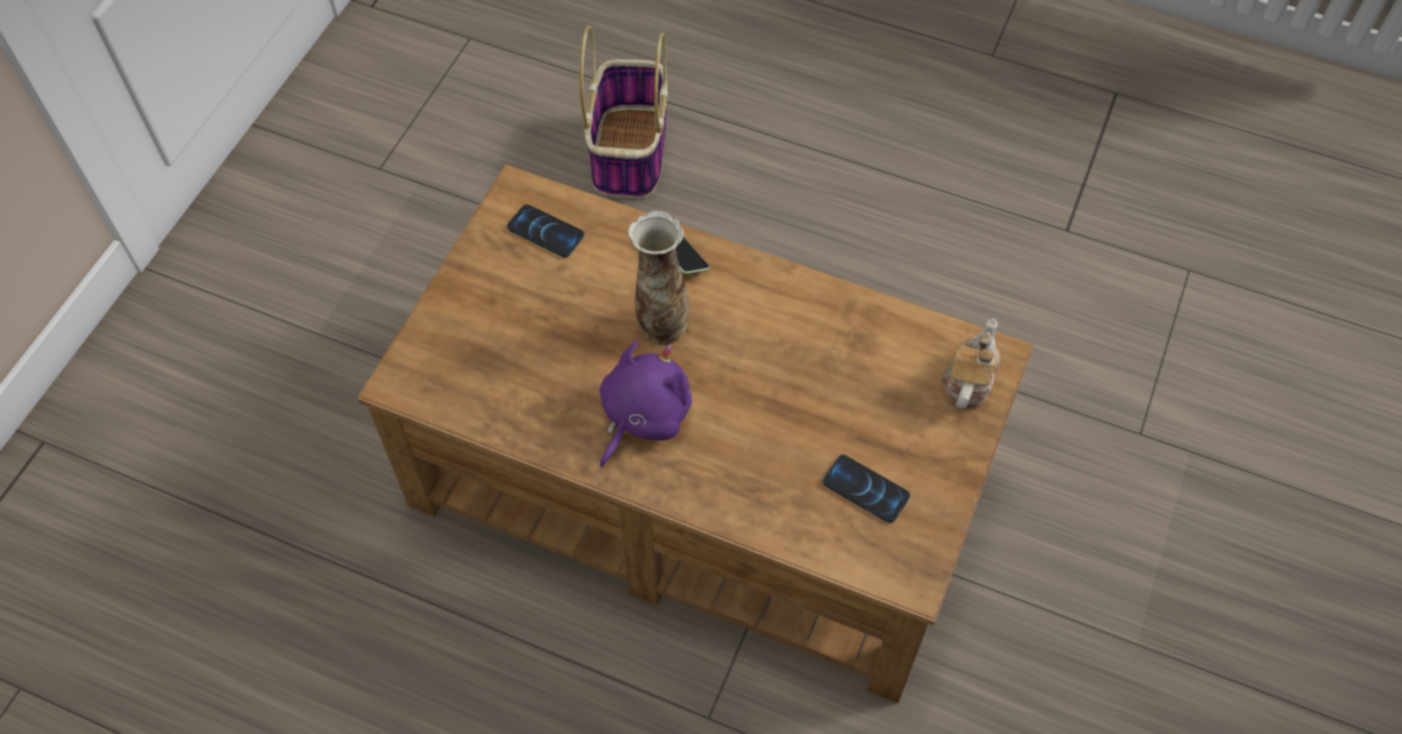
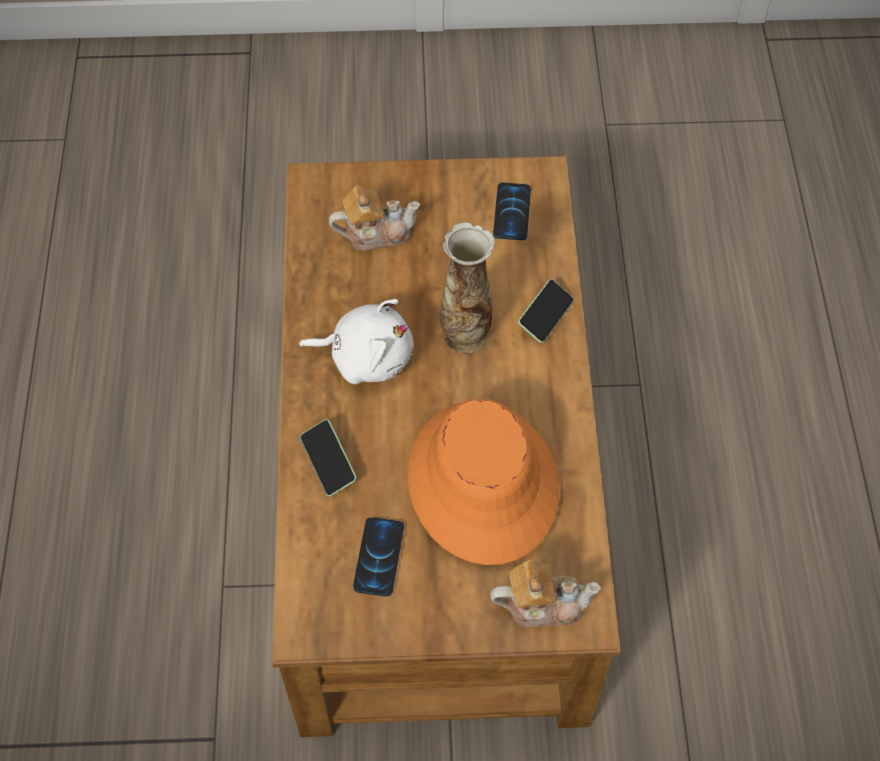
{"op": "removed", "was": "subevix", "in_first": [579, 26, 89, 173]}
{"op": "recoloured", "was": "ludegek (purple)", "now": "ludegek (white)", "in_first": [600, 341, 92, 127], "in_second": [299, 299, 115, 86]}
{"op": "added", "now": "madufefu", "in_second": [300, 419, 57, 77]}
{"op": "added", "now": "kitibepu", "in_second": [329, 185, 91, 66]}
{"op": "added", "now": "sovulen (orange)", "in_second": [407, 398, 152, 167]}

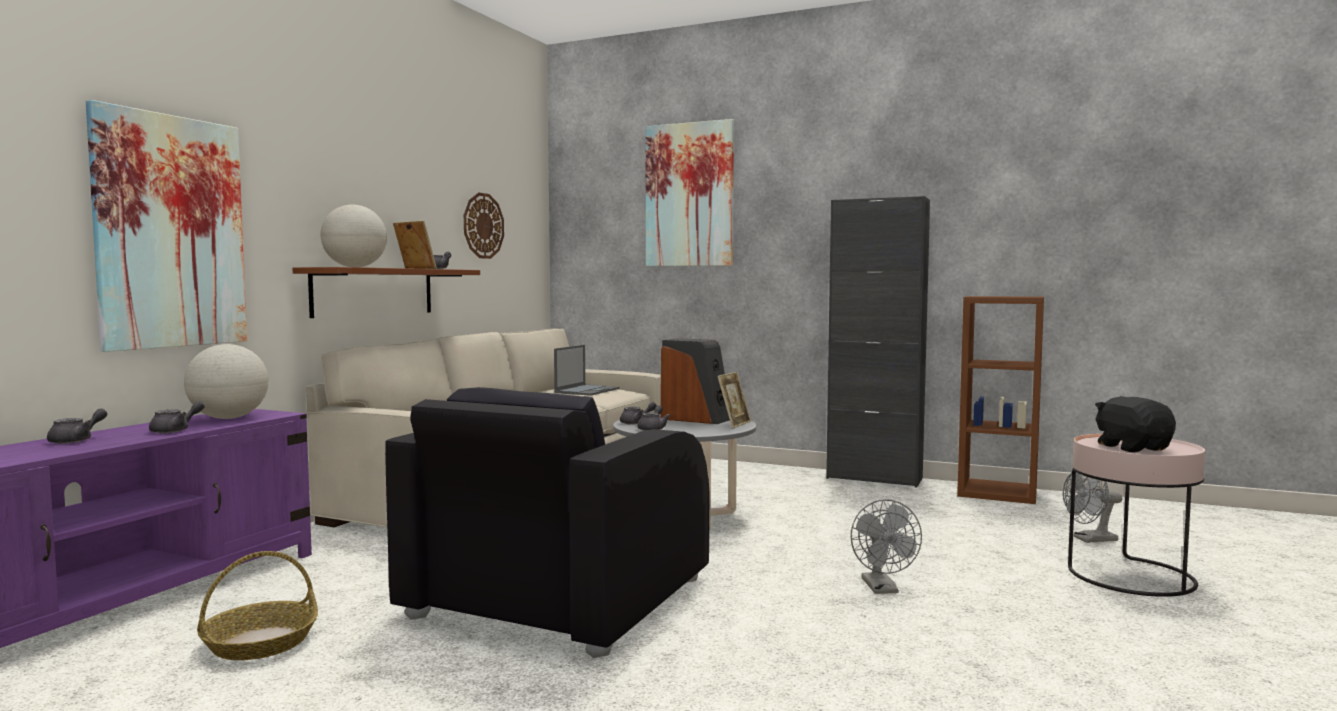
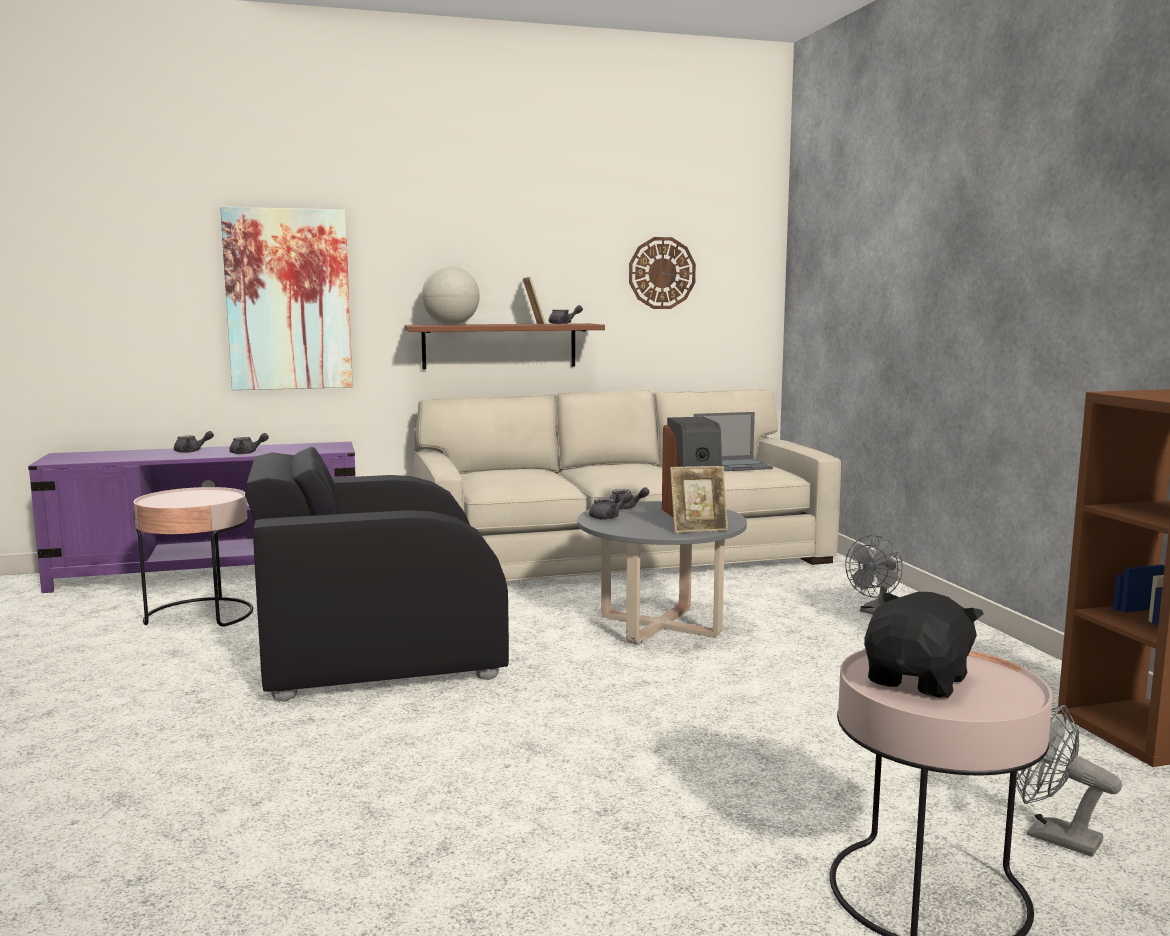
{"op": "removed", "was": "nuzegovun", "in_first": [184, 344, 85, 75]}
{"op": "replaced", "was": "subevix", "now": "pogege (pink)", "in_first": [197, 551, 121, 109], "in_second": [133, 487, 120, 140]}
{"op": "removed", "was": "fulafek", "in_first": [645, 119, 89, 147]}
{"op": "removed", "was": "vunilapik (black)", "in_first": [826, 196, 104, 291]}
{"op": "moved", "was": "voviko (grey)", "in_first": [851, 499, 71, 95], "in_second": [845, 535, 58, 79]}

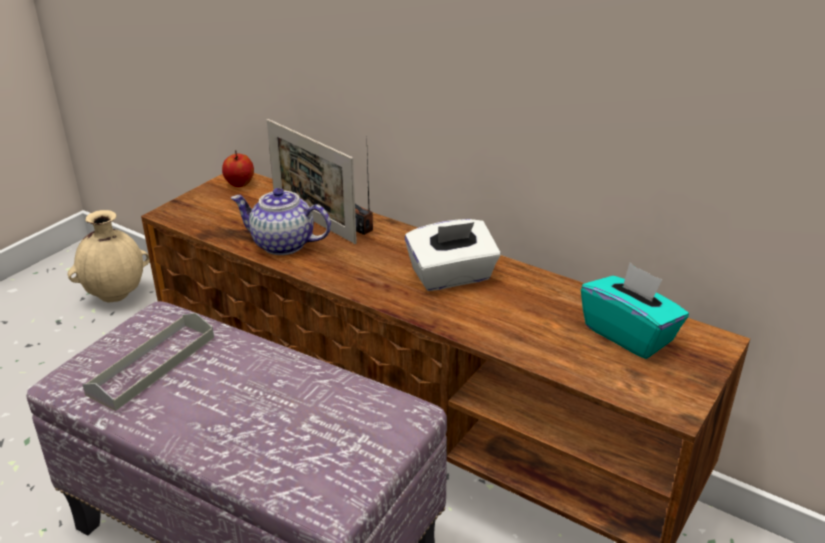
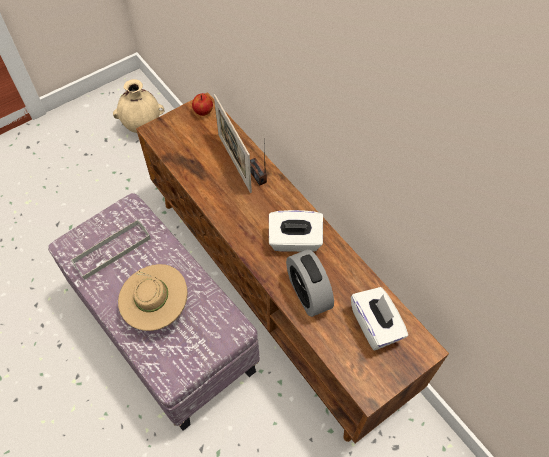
{"op": "removed", "was": "kitibepu", "in_first": [231, 188, 100, 67]}
{"op": "recoloured", "was": "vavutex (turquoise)", "now": "vavutex (white)", "in_first": [581, 263, 108, 96], "in_second": [351, 287, 57, 63]}
{"op": "added", "now": "sovulen (beige)", "in_second": [118, 264, 70, 67]}
{"op": "added", "now": "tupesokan", "in_second": [286, 249, 48, 68]}

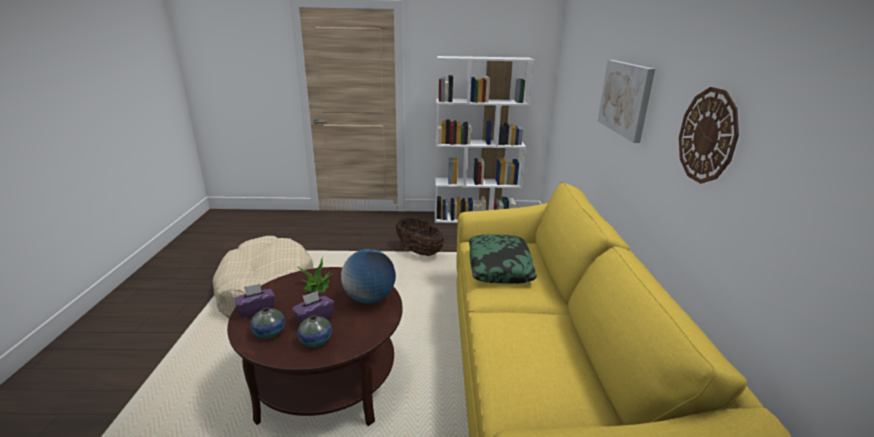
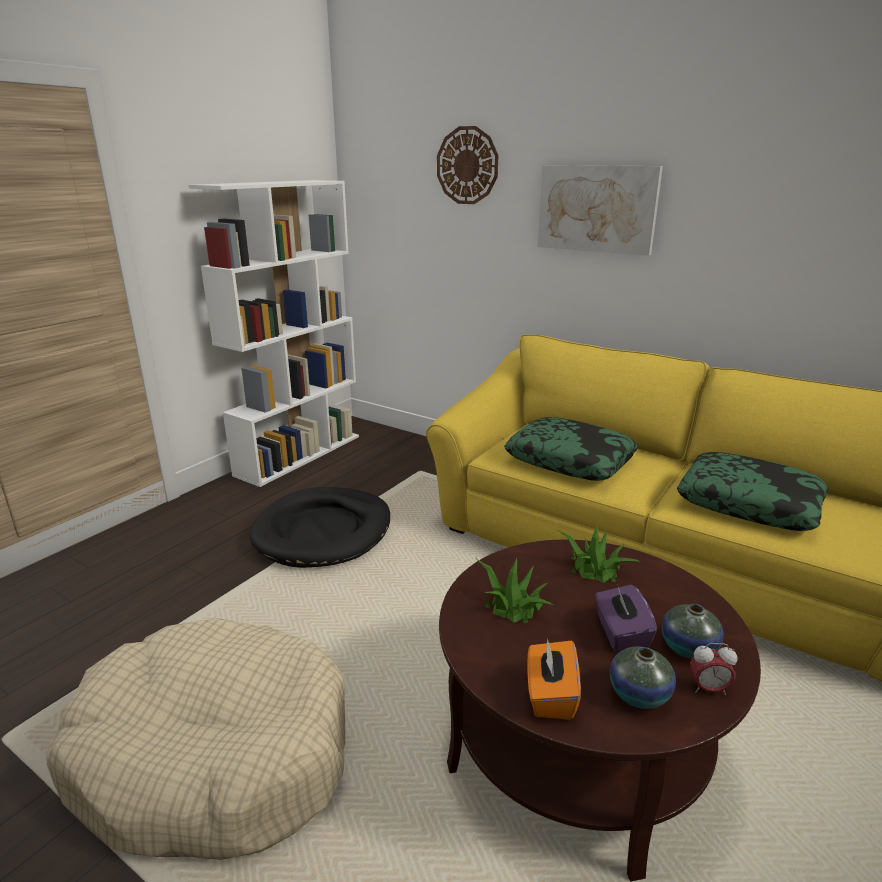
{"op": "recoloured", "was": "vavutex (purple)", "now": "vavutex (orange)", "in_first": [235, 283, 40, 35], "in_second": [528, 638, 53, 82]}
{"op": "replaced", "was": "nuzegovun", "now": "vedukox", "in_first": [341, 249, 55, 55], "in_second": [557, 524, 84, 59]}
{"op": "replaced", "was": "subevix", "now": "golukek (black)", "in_first": [396, 218, 48, 38], "in_second": [249, 487, 141, 81]}
{"op": "moved", "was": "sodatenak", "in_first": [679, 87, 60, 97], "in_second": [437, 126, 61, 78]}
{"op": "added", "now": "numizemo", "in_second": [677, 452, 151, 79]}
{"op": "added", "now": "tupesokan", "in_second": [690, 643, 47, 52]}

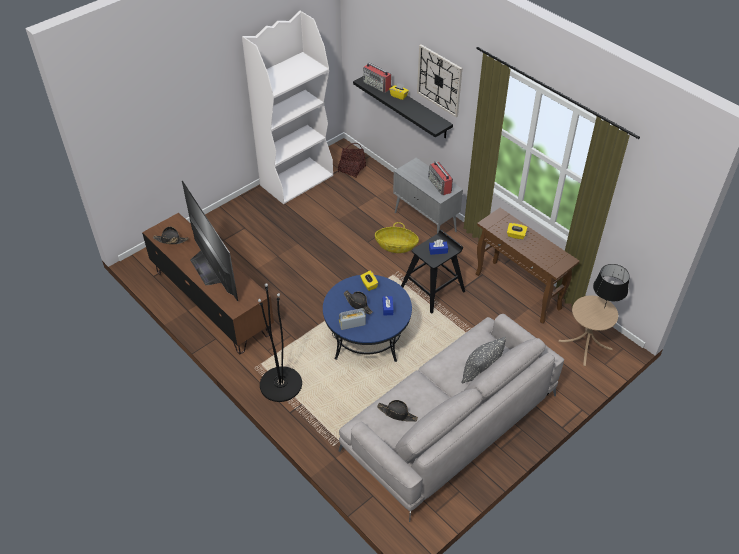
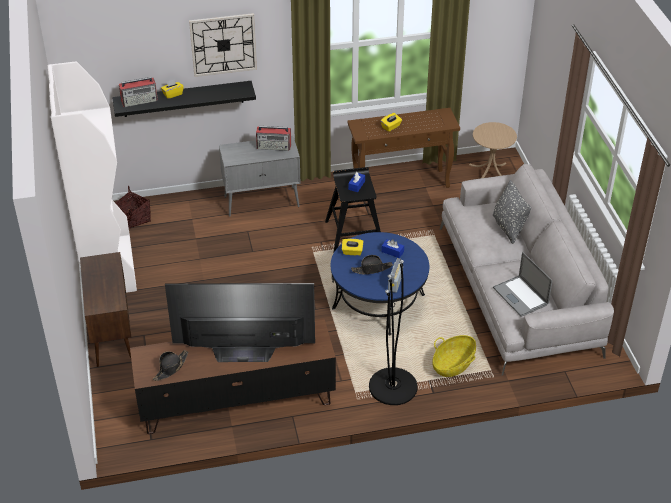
{"op": "moved", "was": "subevix", "in_first": [375, 222, 44, 31], "in_second": [432, 335, 44, 42]}
{"op": "replaced", "was": "sovulen (black)", "now": "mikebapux", "in_first": [377, 400, 41, 22], "in_second": [493, 252, 59, 65]}
{"op": "removed", "was": "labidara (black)", "in_first": [593, 264, 37, 45]}
{"op": "added", "now": "vunilapik (brown)", "in_second": [80, 252, 51, 115]}

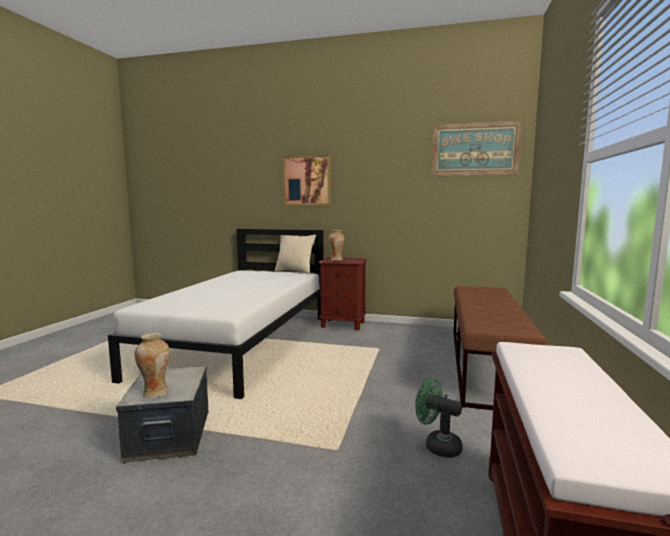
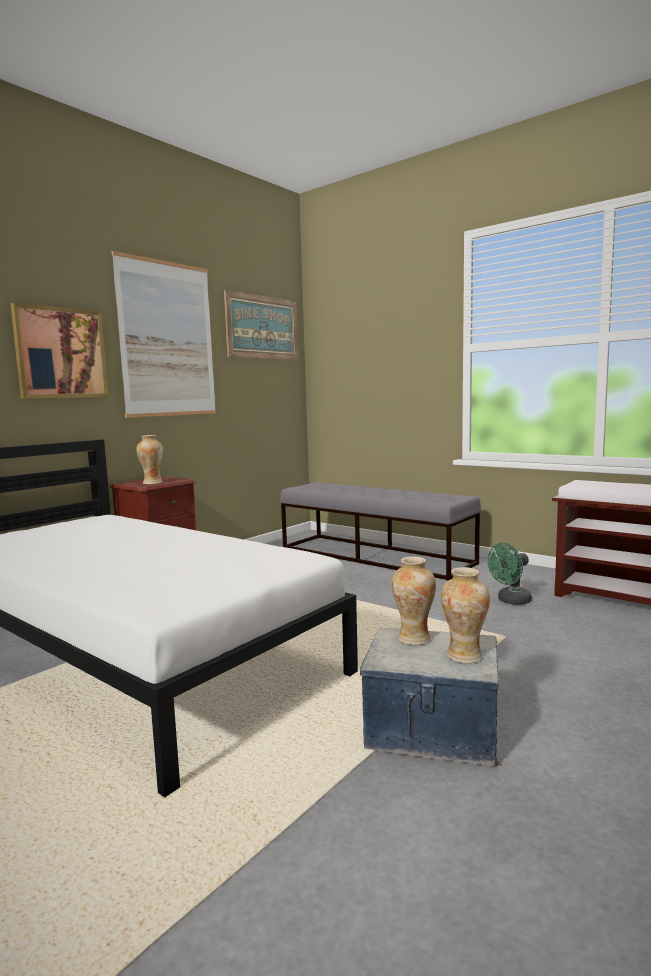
{"op": "removed", "was": "numizemo (beige)", "in_first": [275, 235, 41, 39]}
{"op": "recoloured", "was": "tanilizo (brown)", "now": "tanilizo (grey)", "in_first": [453, 286, 95, 124], "in_second": [280, 482, 201, 99]}
{"op": "added", "now": "fulafek", "in_second": [111, 251, 105, 167]}
{"op": "added", "now": "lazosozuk", "in_second": [391, 556, 45, 89]}

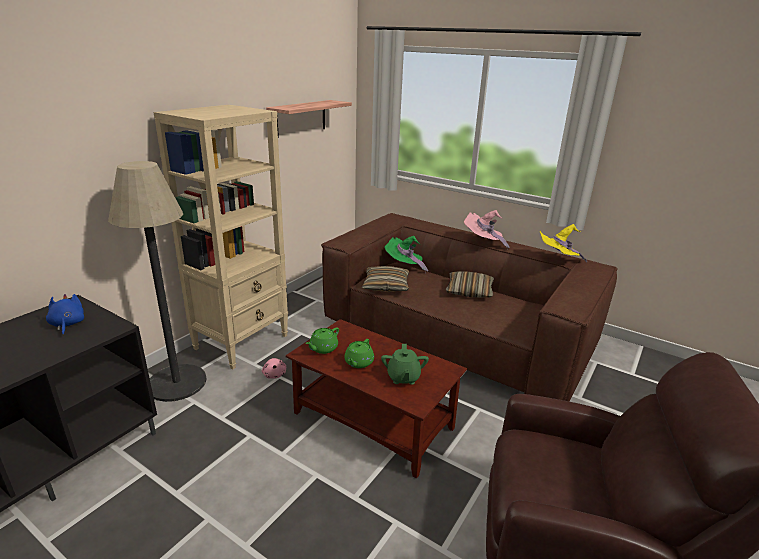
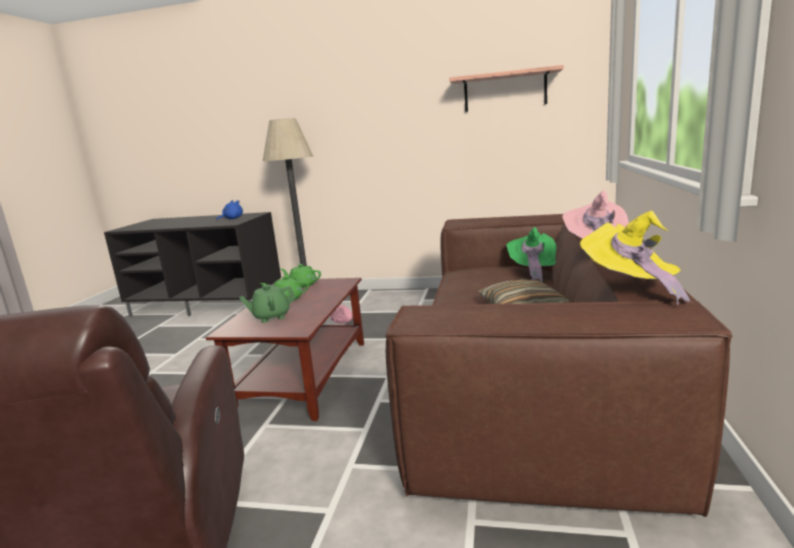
{"op": "removed", "was": "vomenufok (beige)", "in_first": [154, 105, 134, 264]}
{"op": "removed", "was": "numizemo", "in_first": [362, 266, 47, 26]}

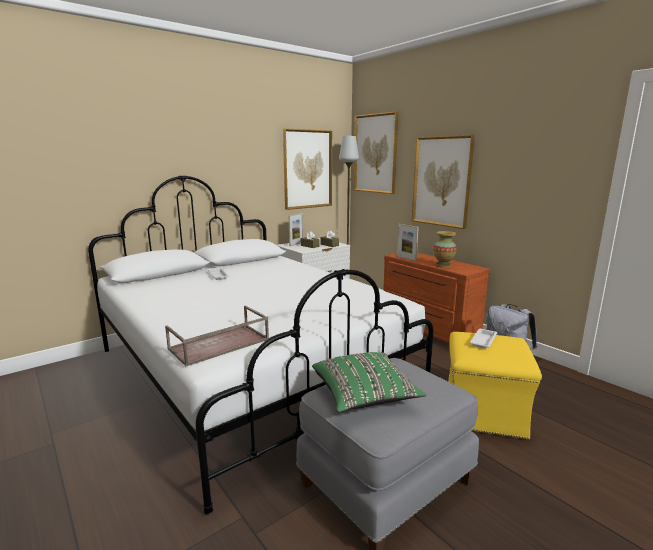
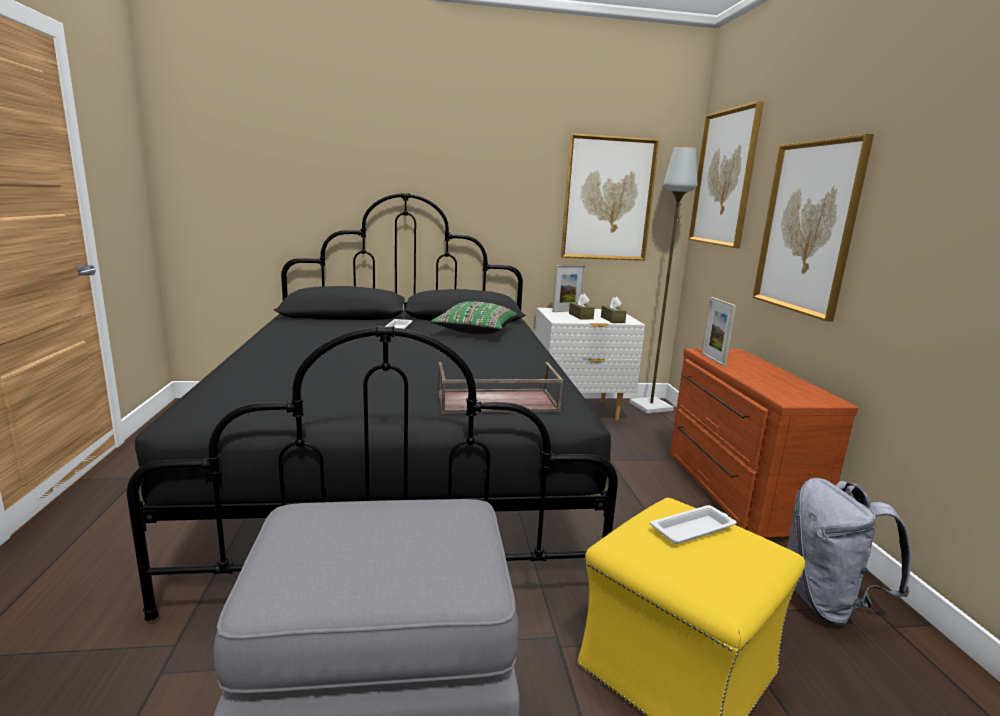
{"op": "recoloured", "was": "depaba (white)", "now": "depaba (black)", "in_first": [88, 175, 346, 340], "in_second": [127, 192, 491, 429]}
{"op": "moved", "was": "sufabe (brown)", "in_first": [165, 305, 104, 62], "in_second": [438, 362, 125, 52]}
{"op": "moved", "was": "numizemo (green)", "in_first": [312, 352, 114, 60], "in_second": [431, 301, 86, 33]}
{"op": "removed", "was": "lazosozuk", "in_first": [433, 231, 24, 37]}

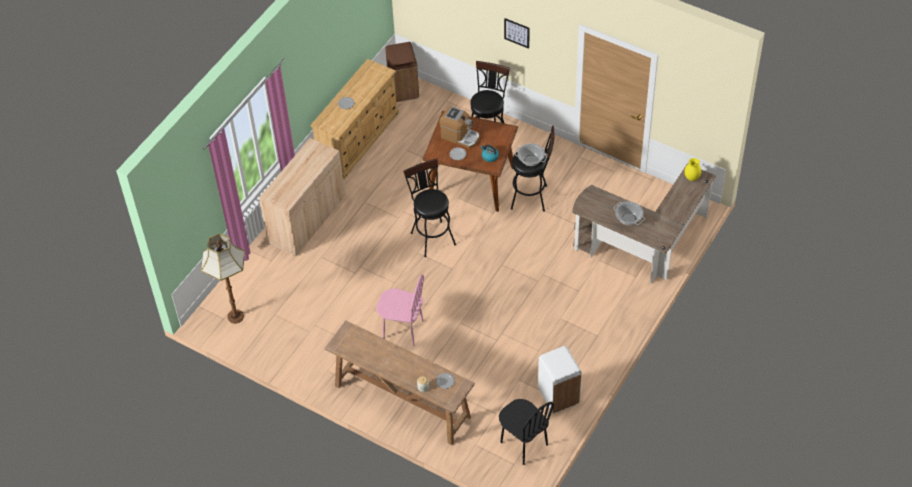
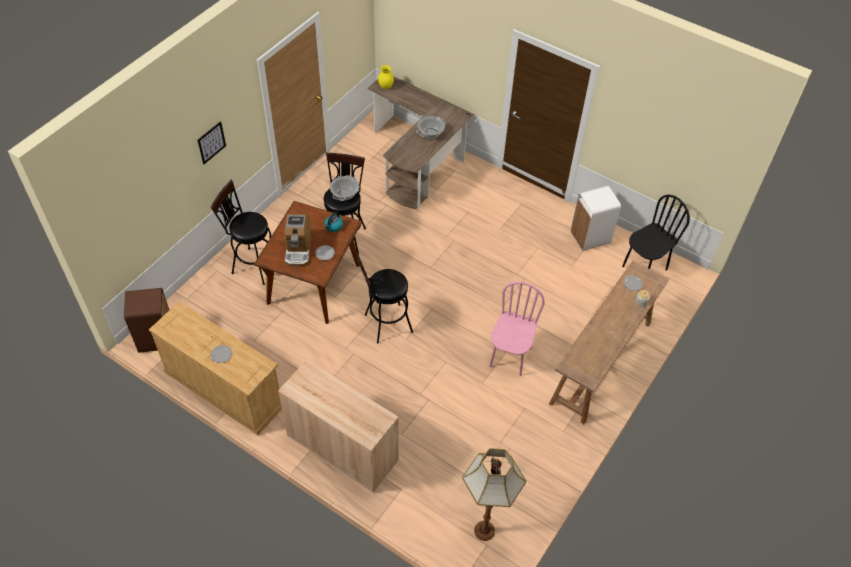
{"op": "turned", "was": "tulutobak", "in_first": [439, 106, 40, 43], "in_second": [284, 214, 28, 53], "clockwise": 150}

